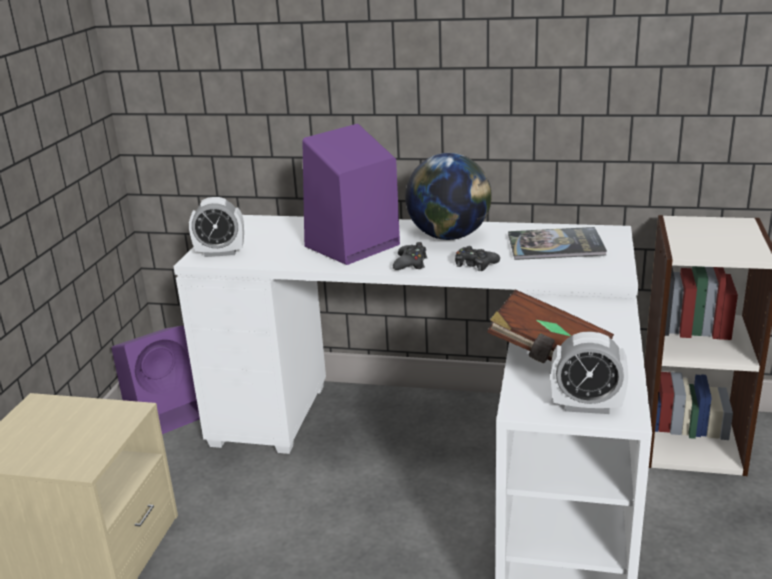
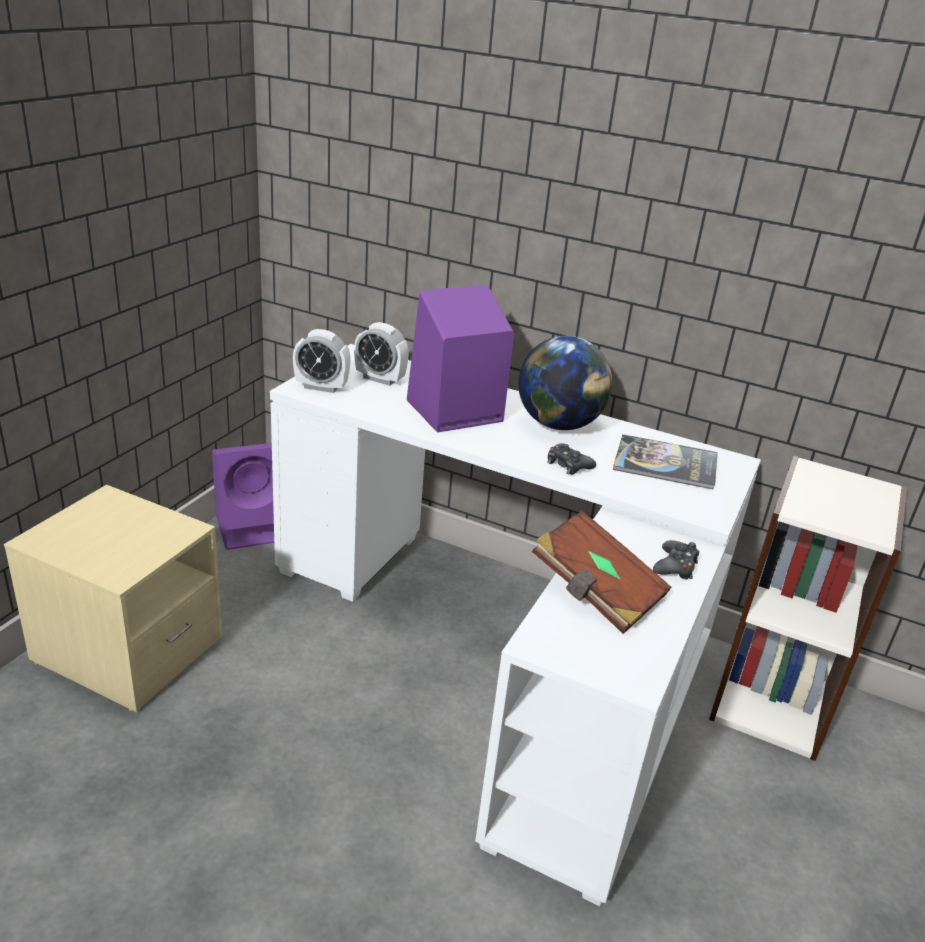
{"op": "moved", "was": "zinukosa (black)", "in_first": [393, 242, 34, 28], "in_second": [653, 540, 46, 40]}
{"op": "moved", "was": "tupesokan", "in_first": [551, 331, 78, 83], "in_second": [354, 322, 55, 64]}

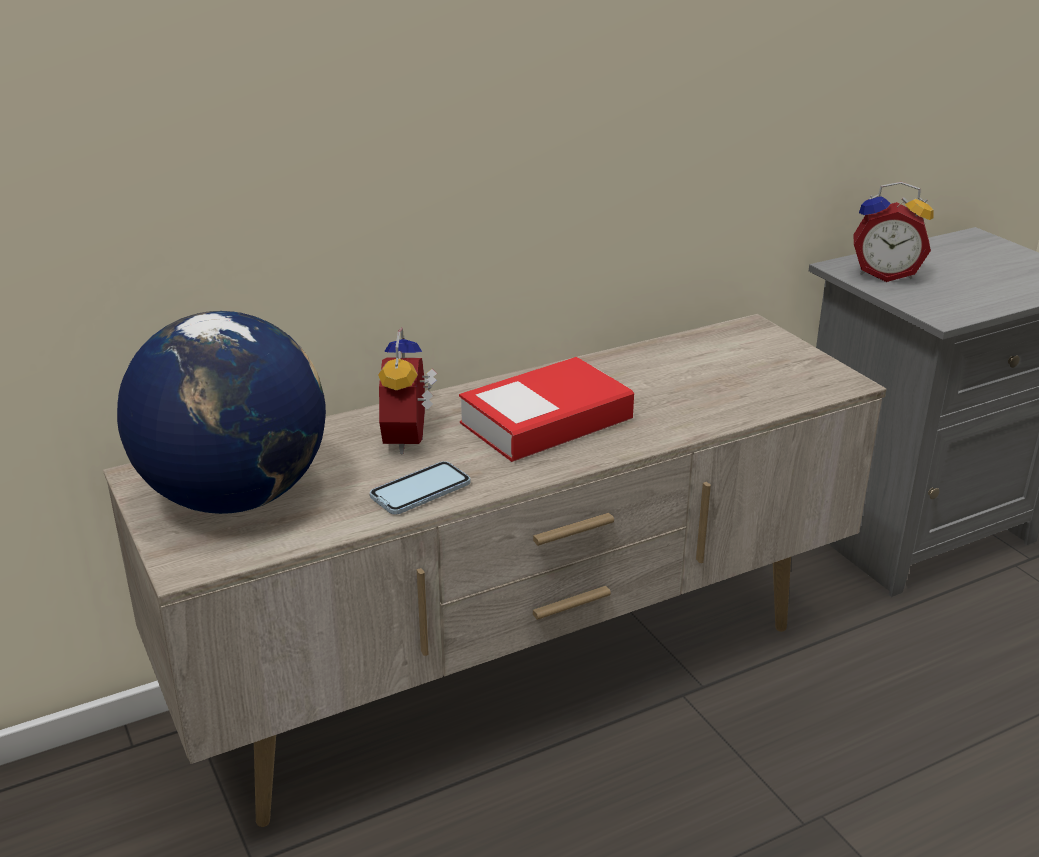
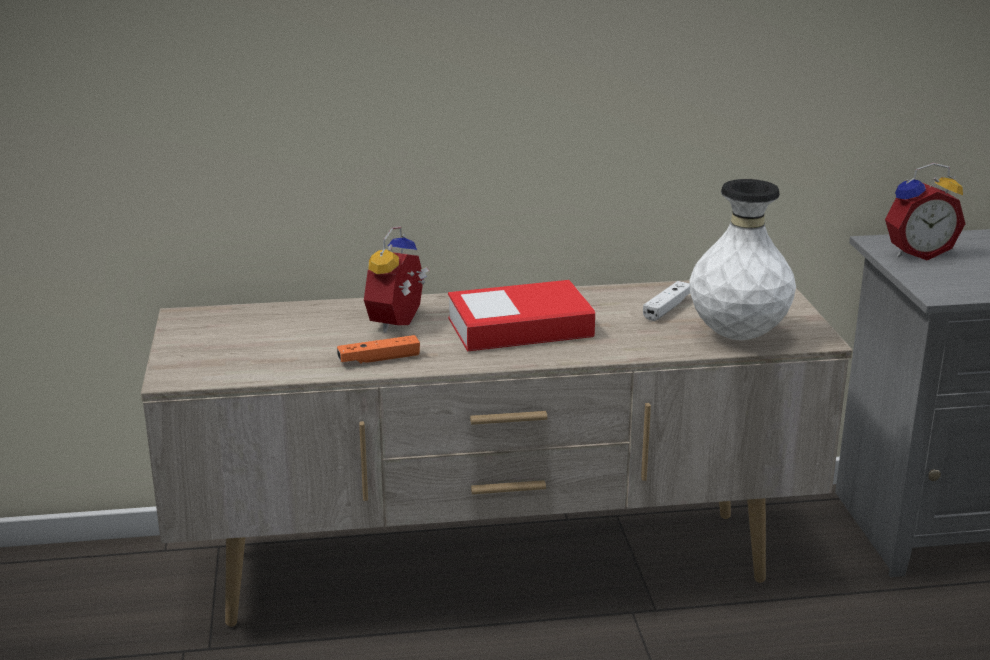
{"op": "removed", "was": "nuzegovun", "in_first": [117, 311, 209, 203]}
{"op": "replaced", "was": "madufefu", "now": "zinukosa (orange)", "in_first": [370, 461, 100, 54], "in_second": [337, 335, 83, 29]}
{"op": "turned", "was": "tupesokan", "in_first": [853, 182, 80, 100], "in_second": [885, 163, 80, 97], "clockwise": -45}
{"op": "added", "now": "zinukosa (white)", "in_second": [643, 281, 47, 40]}
{"op": "added", "now": "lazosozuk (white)", "in_second": [689, 179, 107, 161]}

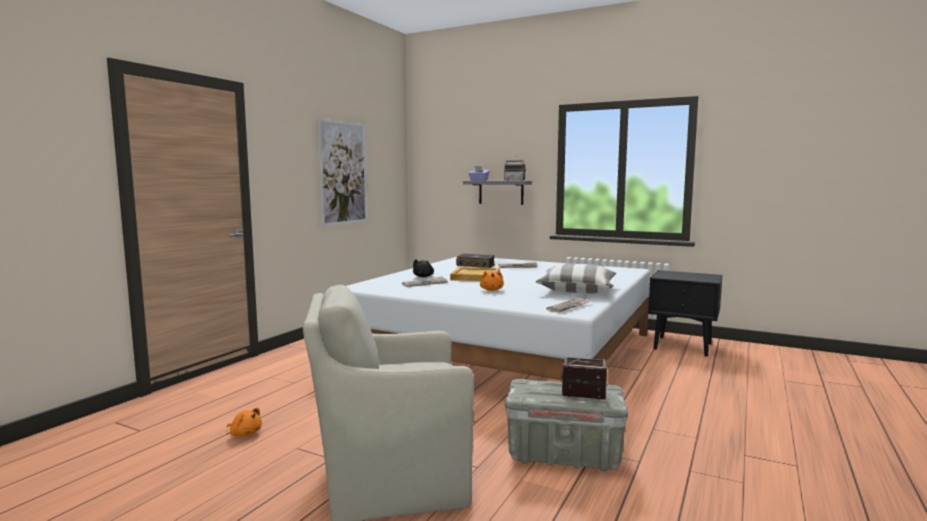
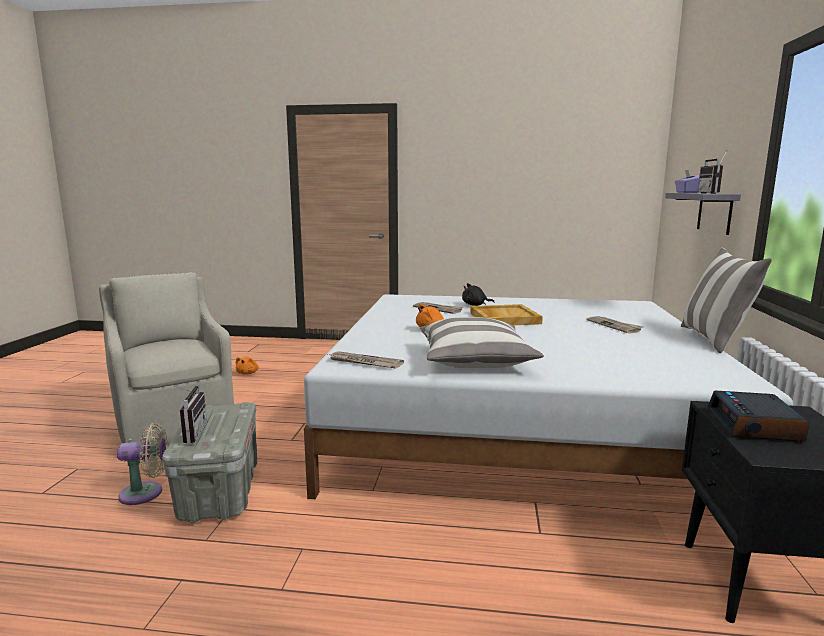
{"op": "removed", "was": "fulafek", "in_first": [317, 118, 51, 109]}
{"op": "removed", "was": "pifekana", "in_first": [456, 253, 39, 15]}
{"op": "added", "now": "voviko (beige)", "in_second": [117, 423, 51, 82]}
{"op": "added", "now": "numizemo", "in_second": [681, 248, 91, 105]}
{"op": "added", "now": "tupesokan", "in_second": [707, 390, 102, 52]}

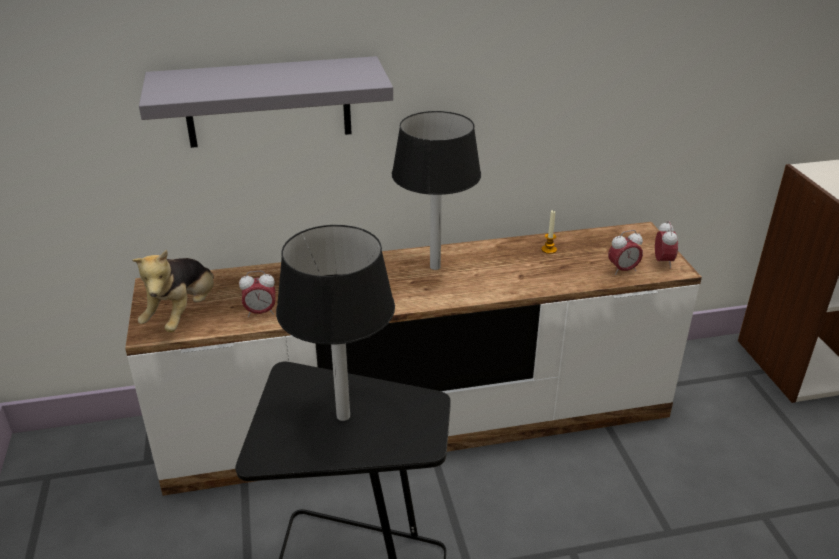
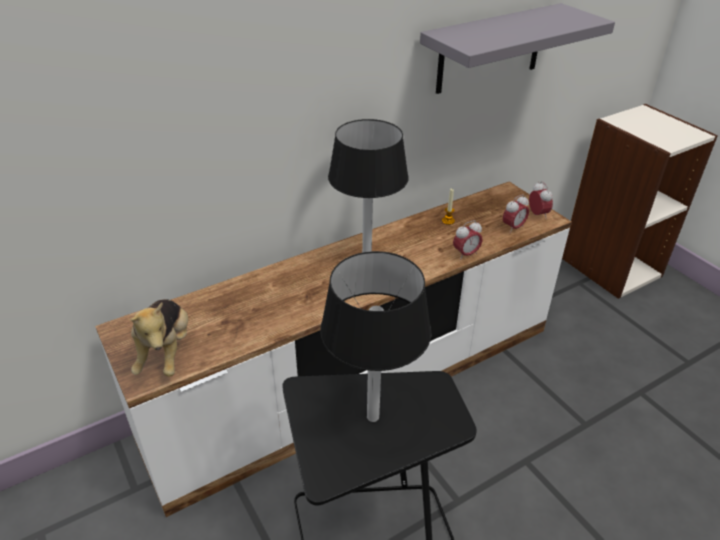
{"op": "moved", "was": "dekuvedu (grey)", "in_first": [139, 56, 254, 92], "in_second": [420, 3, 195, 91]}
{"op": "moved", "was": "tupesokan", "in_first": [239, 271, 37, 46], "in_second": [453, 220, 29, 40]}

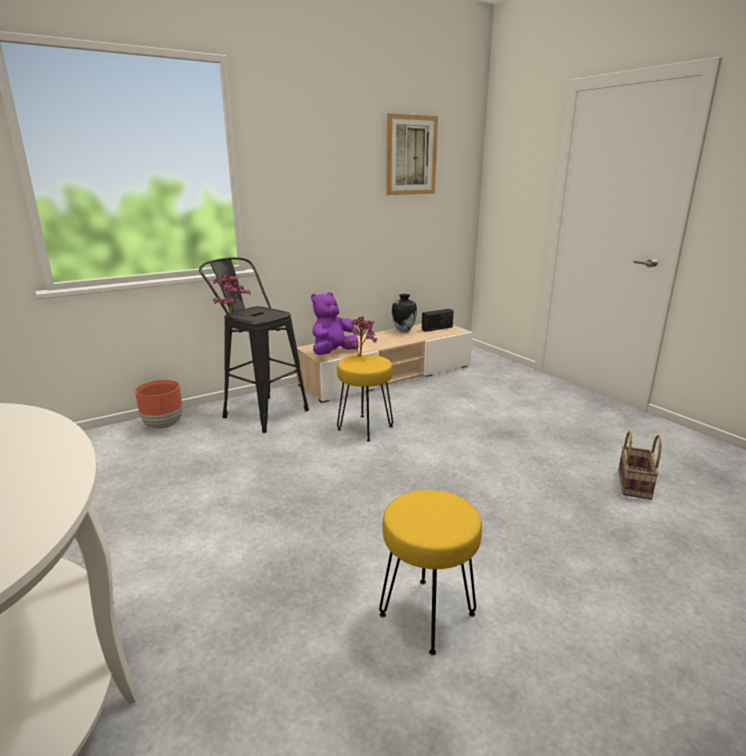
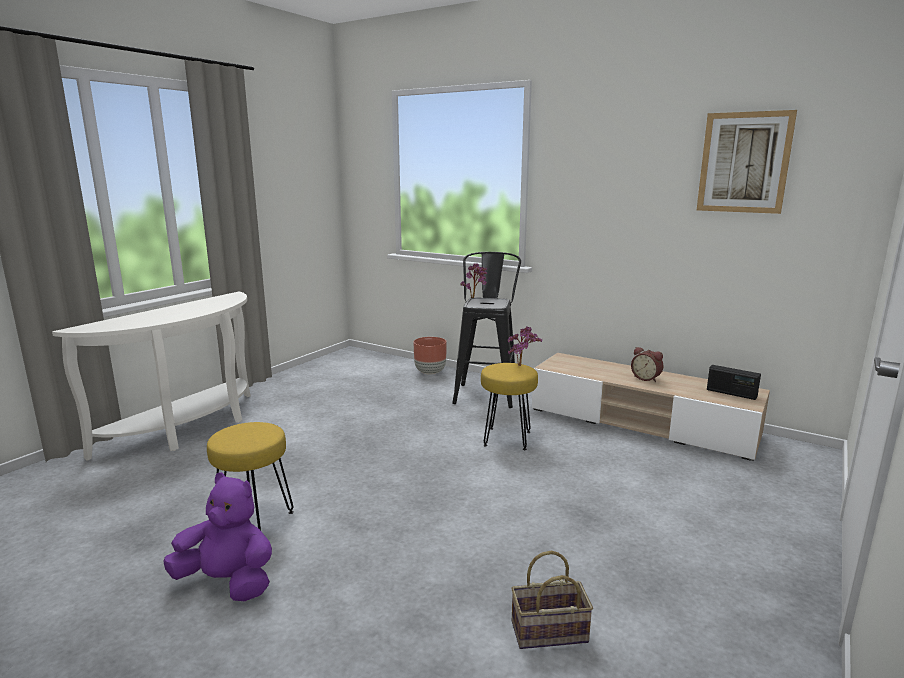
{"op": "moved", "was": "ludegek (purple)", "in_first": [311, 292, 48, 63], "in_second": [163, 472, 109, 130]}
{"op": "removed", "was": "lazosozuk", "in_first": [392, 294, 25, 38]}
{"op": "added", "now": "tupesokan", "in_second": [631, 347, 32, 35]}

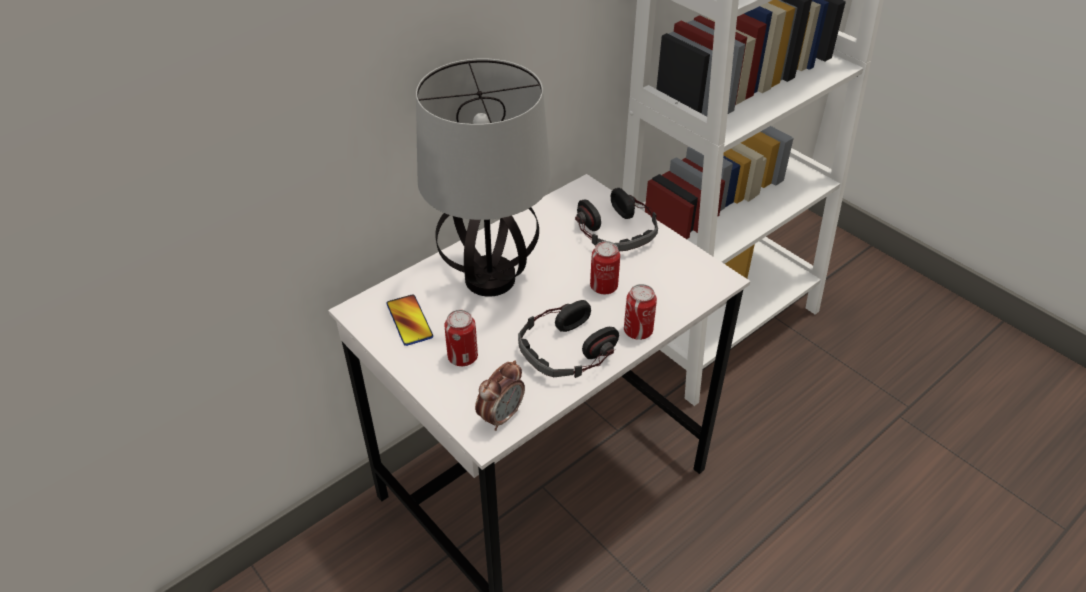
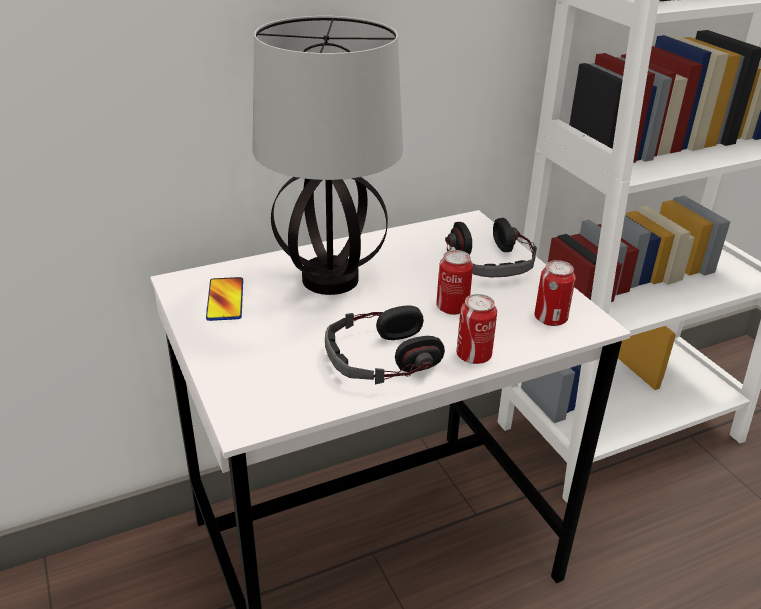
{"op": "moved", "was": "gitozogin", "in_first": [445, 310, 33, 56], "in_second": [535, 260, 40, 66]}
{"op": "removed", "was": "tupesokan", "in_first": [475, 360, 50, 71]}

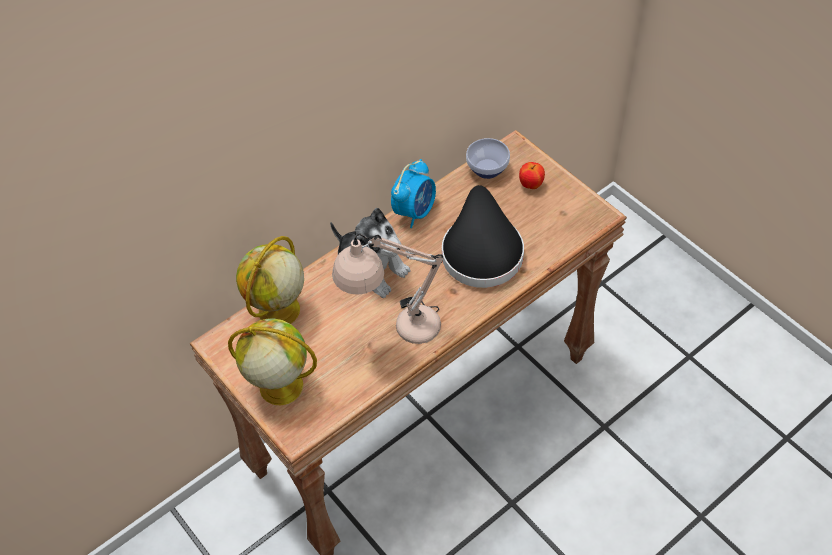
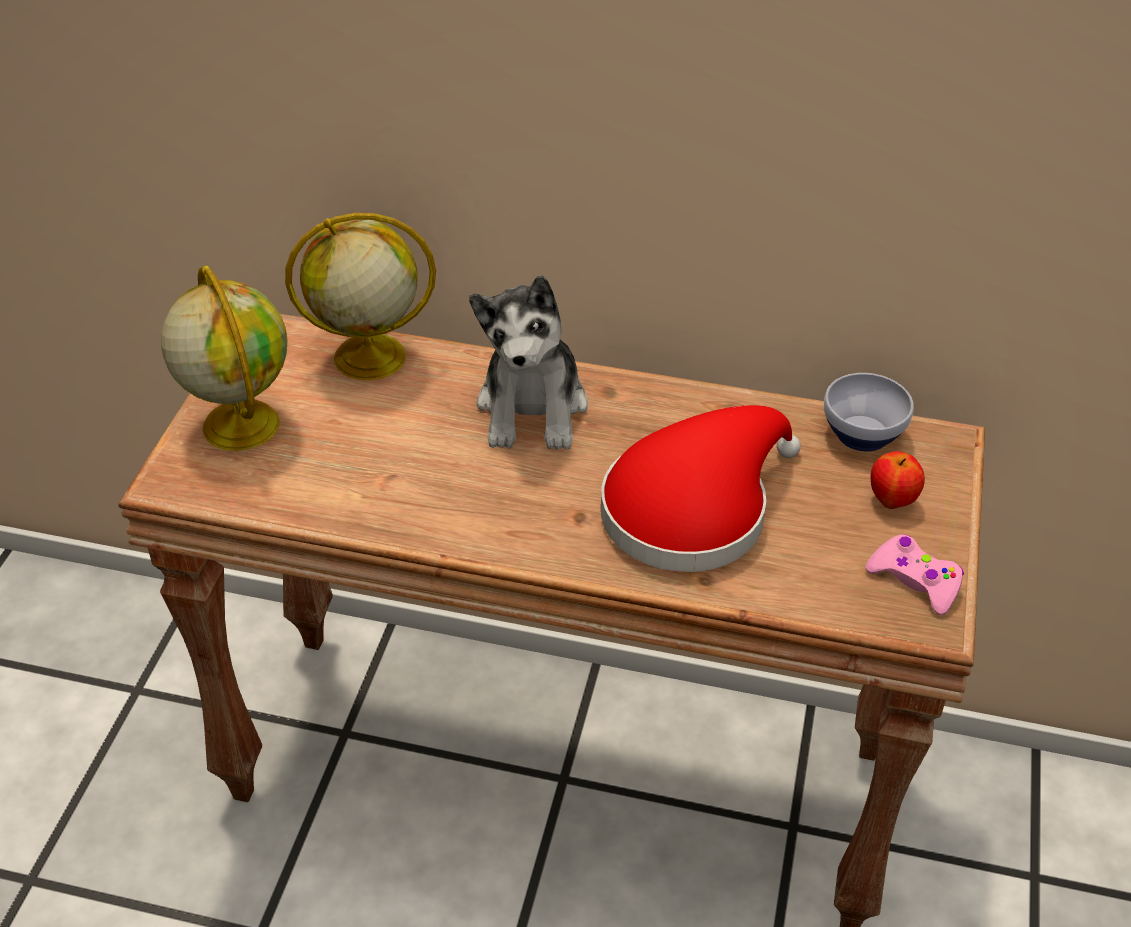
{"op": "removed", "was": "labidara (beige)", "in_first": [332, 234, 112, 110]}
{"op": "removed", "was": "tupesokan", "in_first": [391, 159, 45, 69]}
{"op": "recoloured", "was": "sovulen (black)", "now": "sovulen (red)", "in_first": [442, 185, 82, 103], "in_second": [601, 405, 200, 167]}
{"op": "added", "now": "zinukosa (pink)", "in_second": [866, 534, 98, 81]}

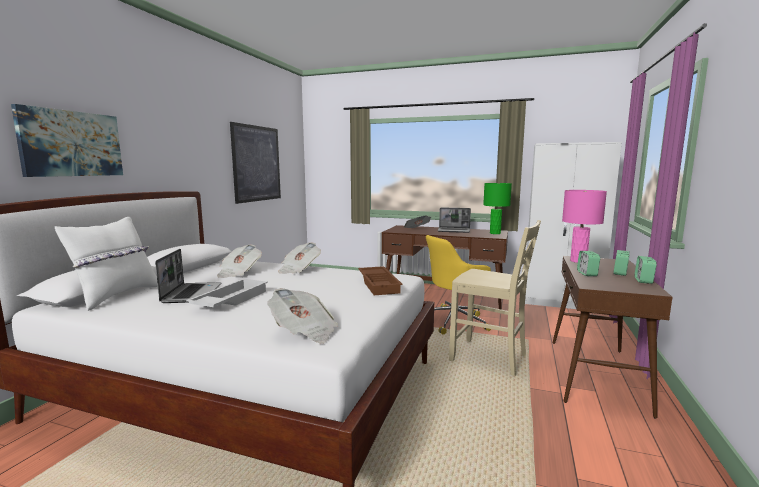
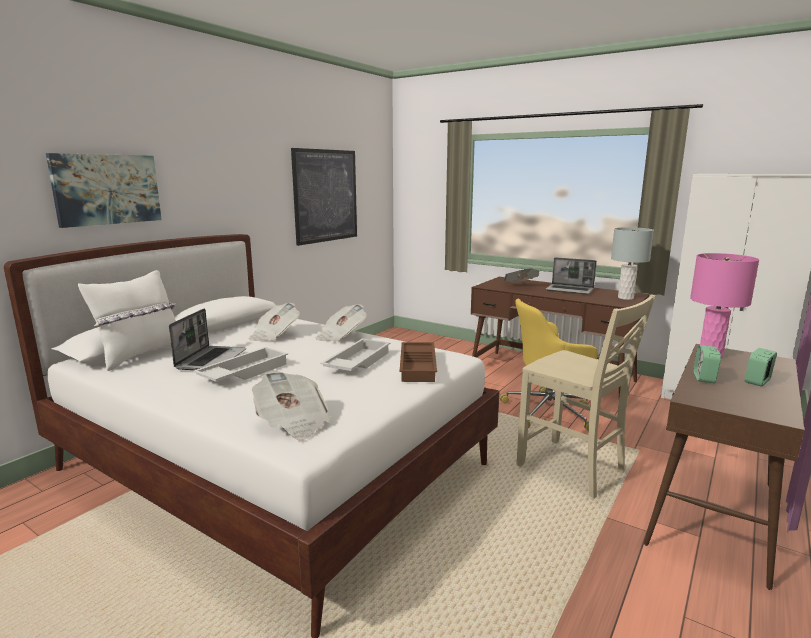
{"op": "recoloured", "was": "labidara (green)", "now": "labidara (grey)", "in_first": [483, 183, 29, 51], "in_second": [611, 227, 43, 73]}
{"op": "removed", "was": "tupesokan", "in_first": [634, 256, 23, 28]}
{"op": "added", "now": "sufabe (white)", "in_second": [320, 339, 70, 32]}

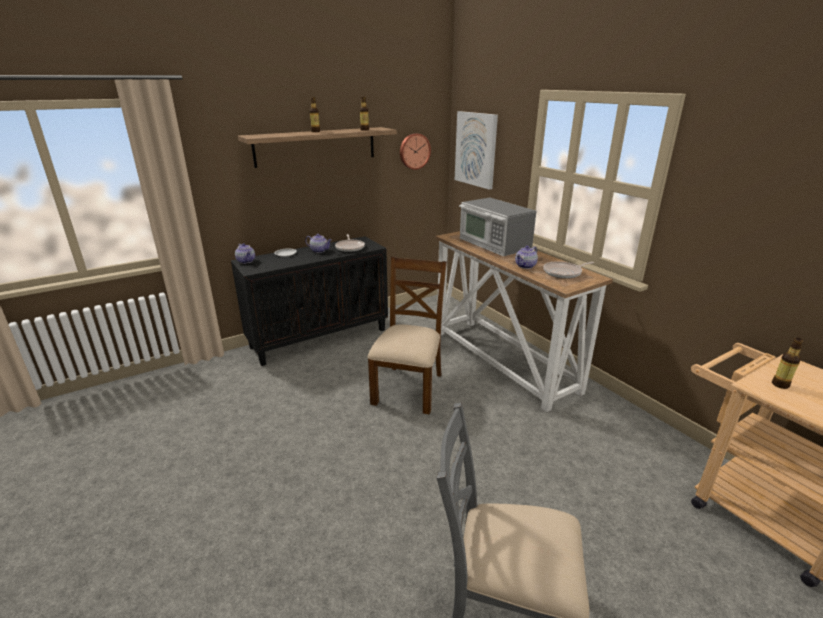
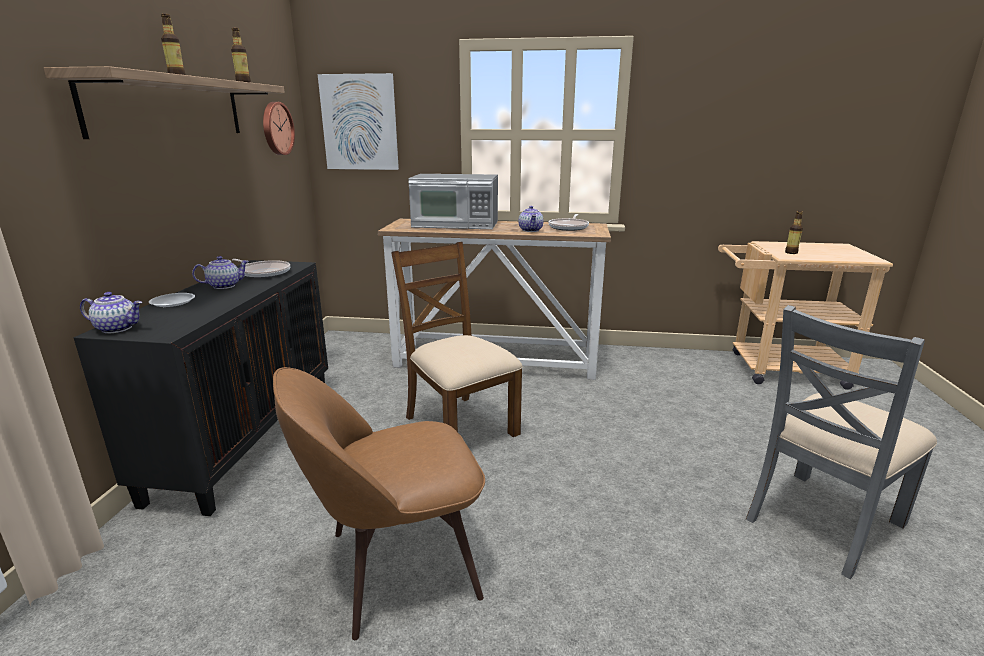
{"op": "added", "now": "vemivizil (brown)", "in_second": [273, 367, 212, 273]}

